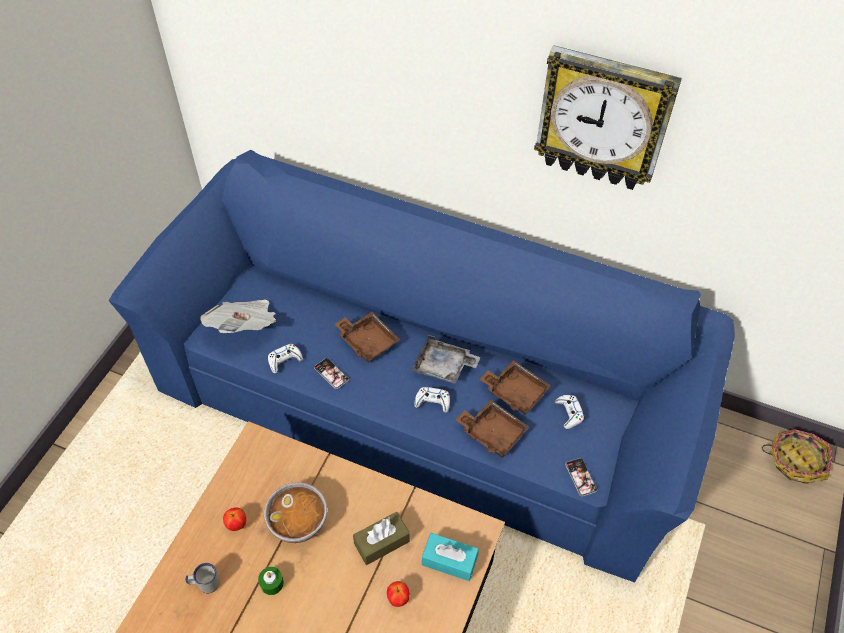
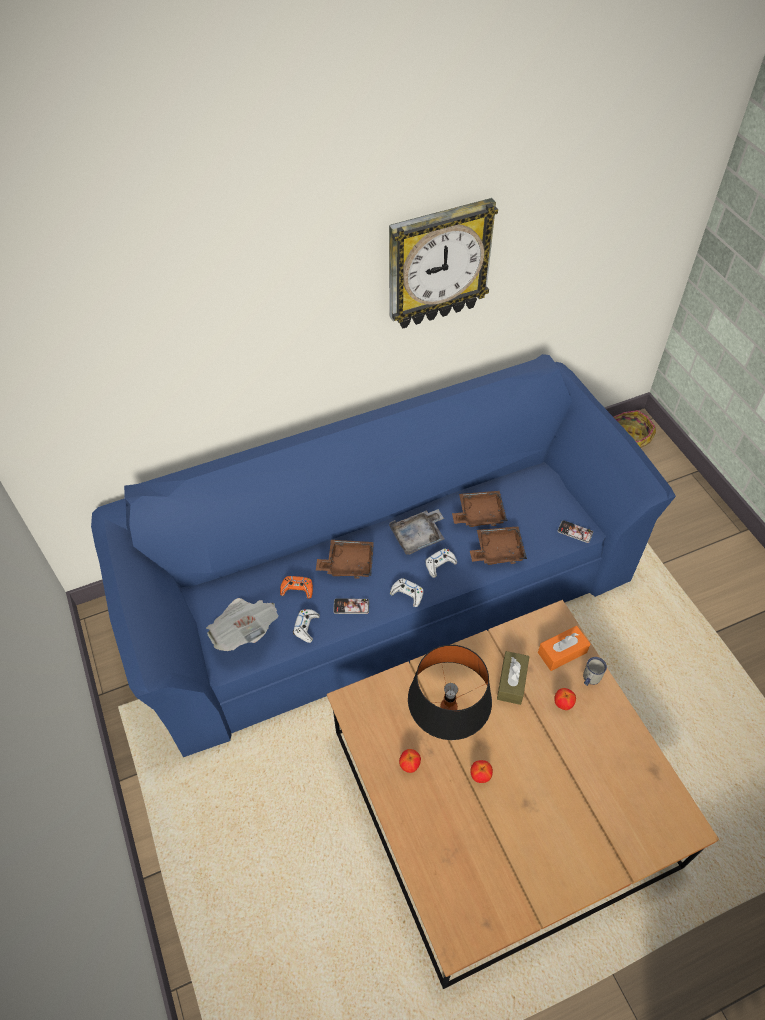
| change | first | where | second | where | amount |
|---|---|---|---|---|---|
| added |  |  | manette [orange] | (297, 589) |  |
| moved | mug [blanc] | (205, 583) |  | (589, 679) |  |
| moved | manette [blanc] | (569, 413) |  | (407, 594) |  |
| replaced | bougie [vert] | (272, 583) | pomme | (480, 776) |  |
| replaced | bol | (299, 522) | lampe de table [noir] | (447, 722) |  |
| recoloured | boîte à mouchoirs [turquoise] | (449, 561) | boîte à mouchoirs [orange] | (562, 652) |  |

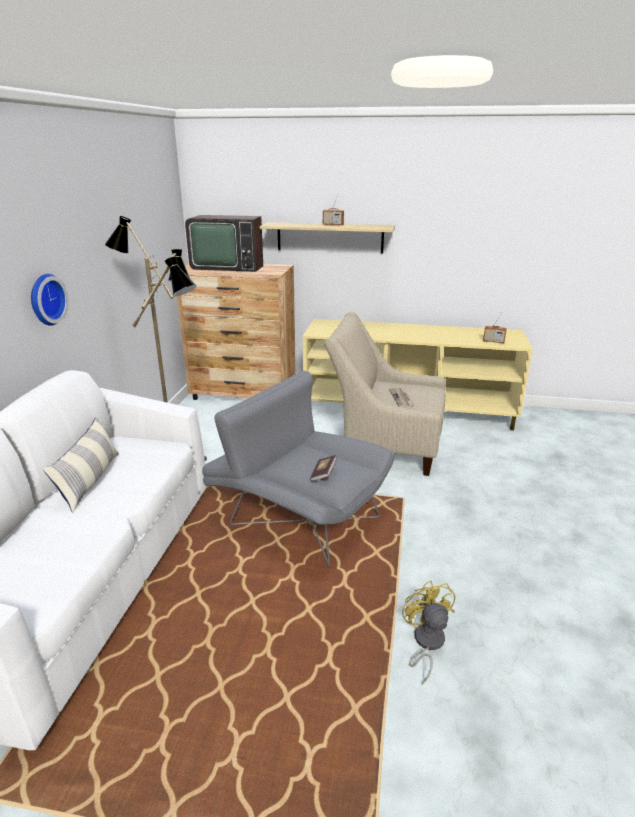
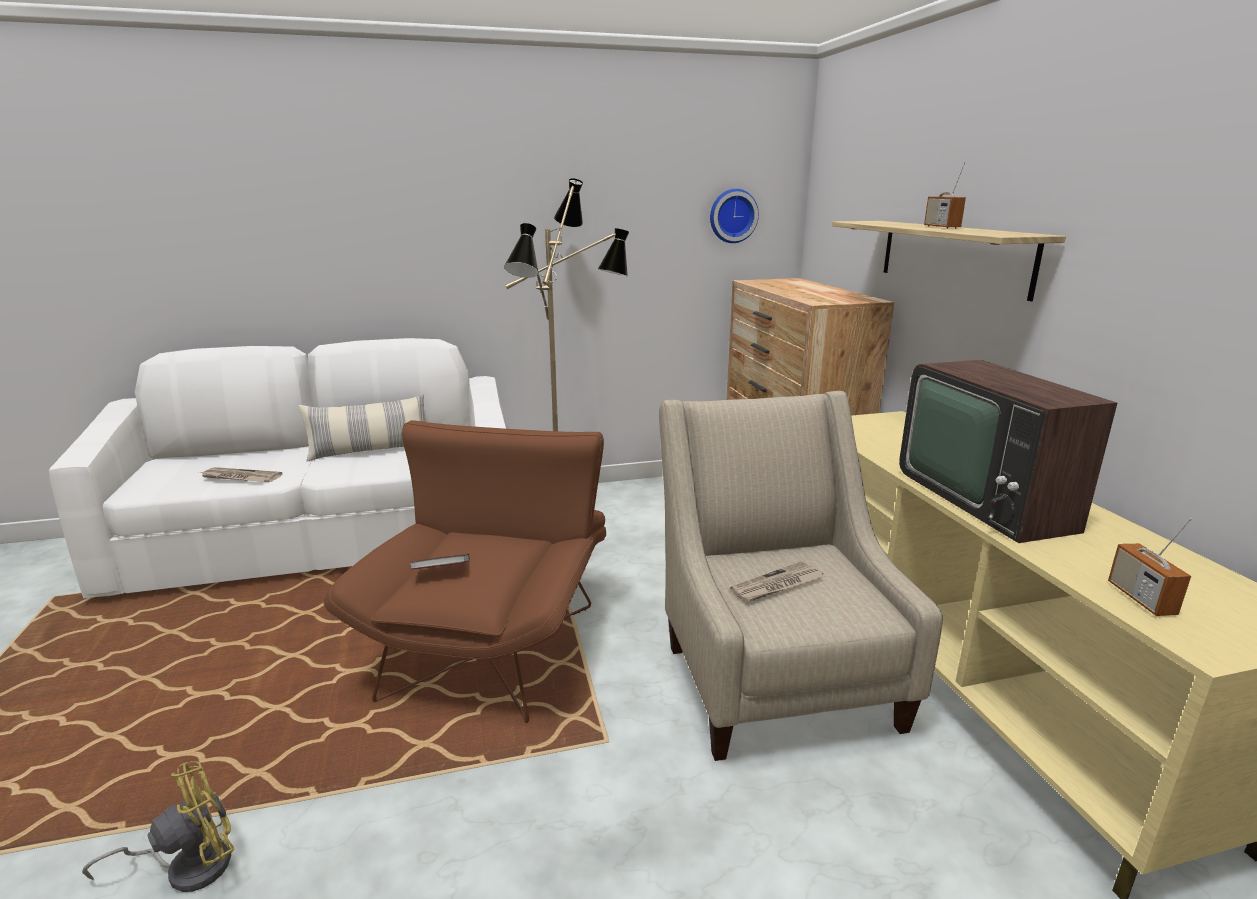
| change | first | where | second | where | amount |
|---|---|---|---|---|---|
| added |  |  | journal | (240, 477) |  |
| moved | horloge murale | (45, 299) |  | (732, 216) |  |
| moved | téléviseur | (227, 266) |  | (990, 496) |  |
| recoloured | fauteuil [gris] | (297, 515) | fauteuil [marron] | (495, 637) |  |

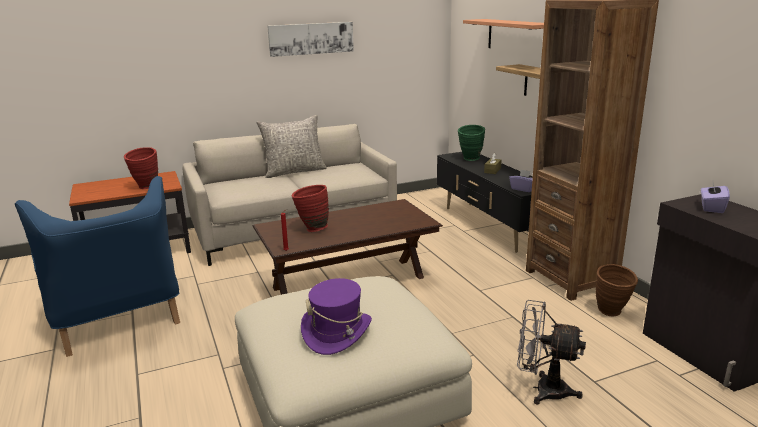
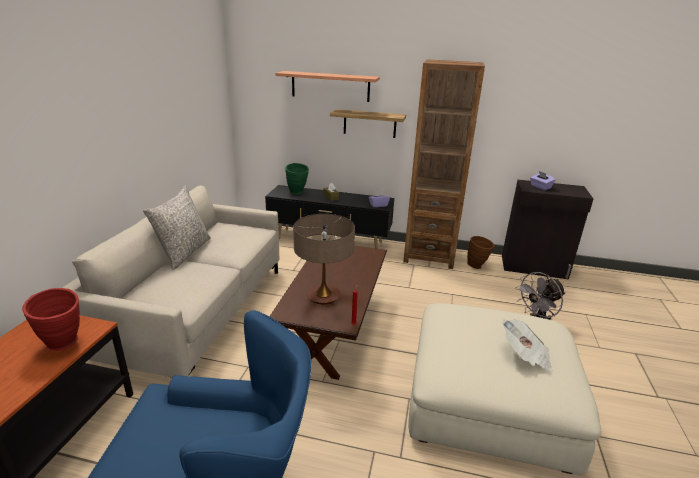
| change | first | where | second | where | amount |
|---|---|---|---|---|---|
| removed | tableau | (311, 38) |  |  |  |
| replaced | vase [rouge] | (311, 229) | lampe de table | (323, 296) |  |
| replaced | chapeau [violet] | (337, 332) | journal | (525, 356) |  |

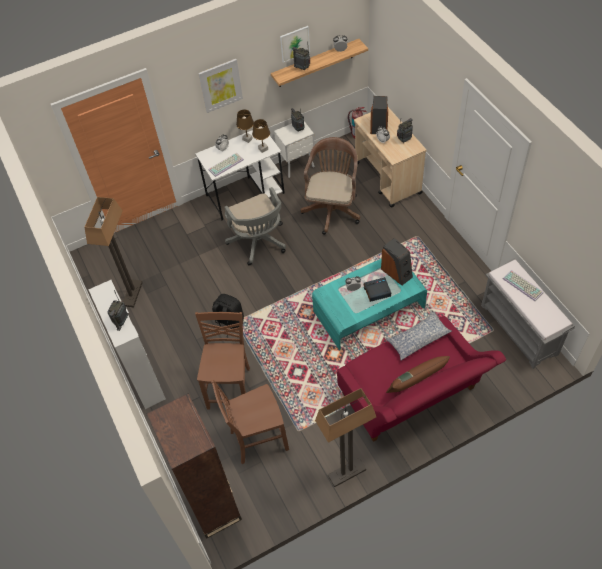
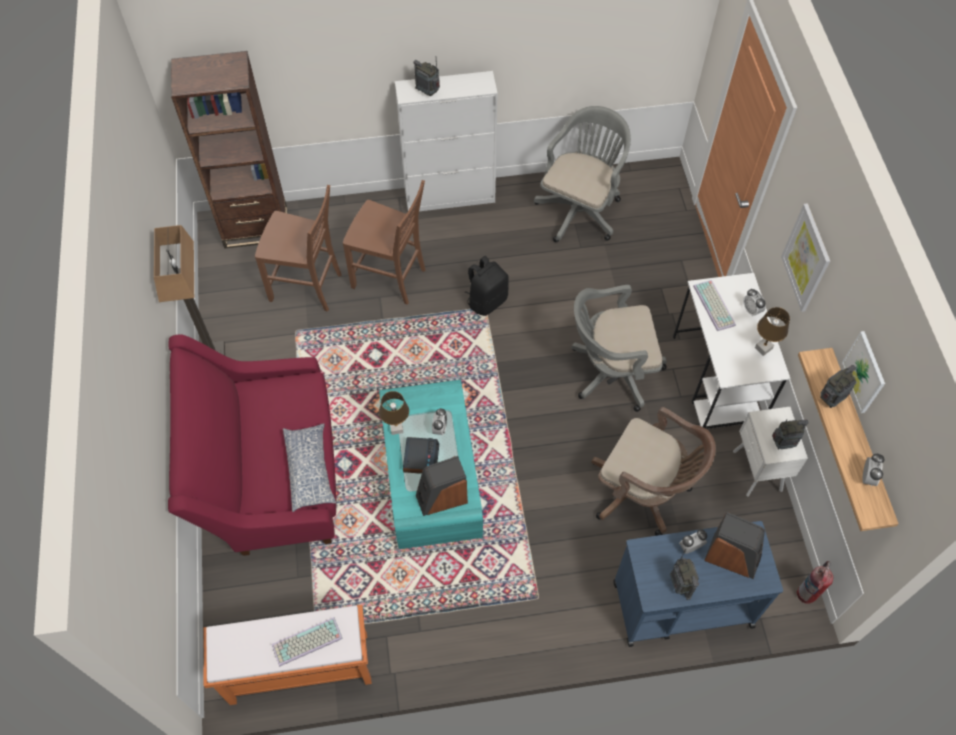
| change | first | where | second | where | amount |
|---|---|---|---|---|---|
| removed | coussin [marron] | (416, 382) |  |  |  |
| moved | lampe de table [marron] | (263, 149) |  | (396, 428) |  |
| replaced | lampadaire | (132, 293) | chaise de bureau [gris] | (580, 209) |  |
| recoloured | chariot [beige] | (388, 179) | chariot [bleu] | (681, 604) |  |
| recoloured | banc [gris] | (520, 330) | banc [orange] | (298, 669) |  |
| turned | chaise [marron] | (257, 440) |  | (307, 287) | 105 degrees clockwise |

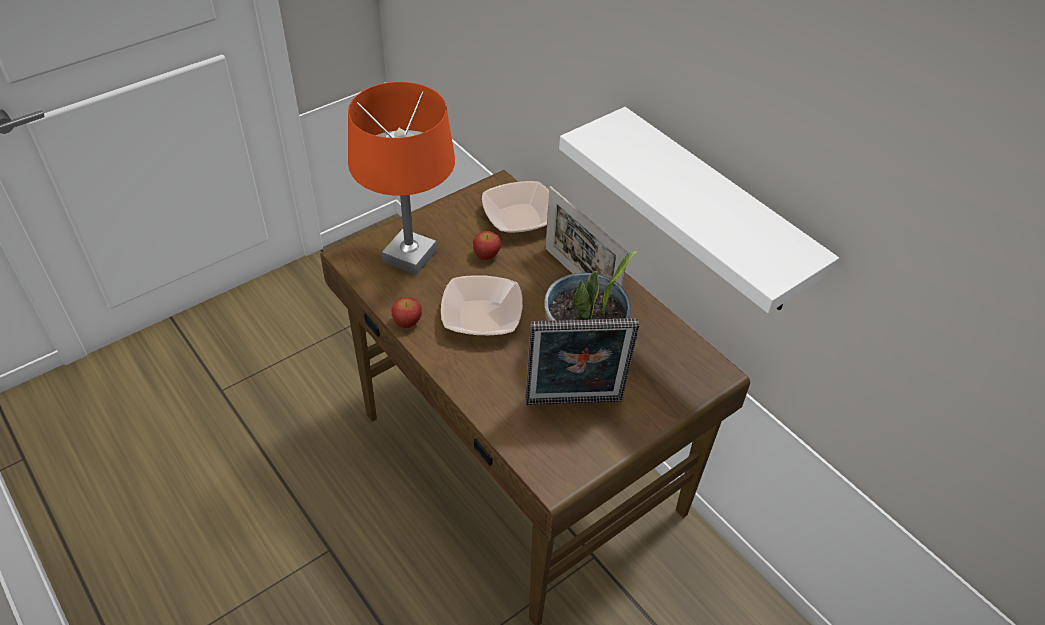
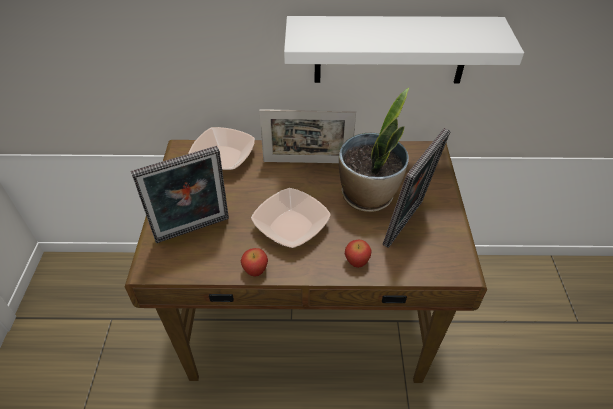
| change | first | where | second | where | amount |
|---|---|---|---|---|---|
| moved | pomme | (486, 255) |  | (357, 261) |  |
| replaced | lampe de table [orange] | (410, 256) | cadre photo | (193, 232) |  |

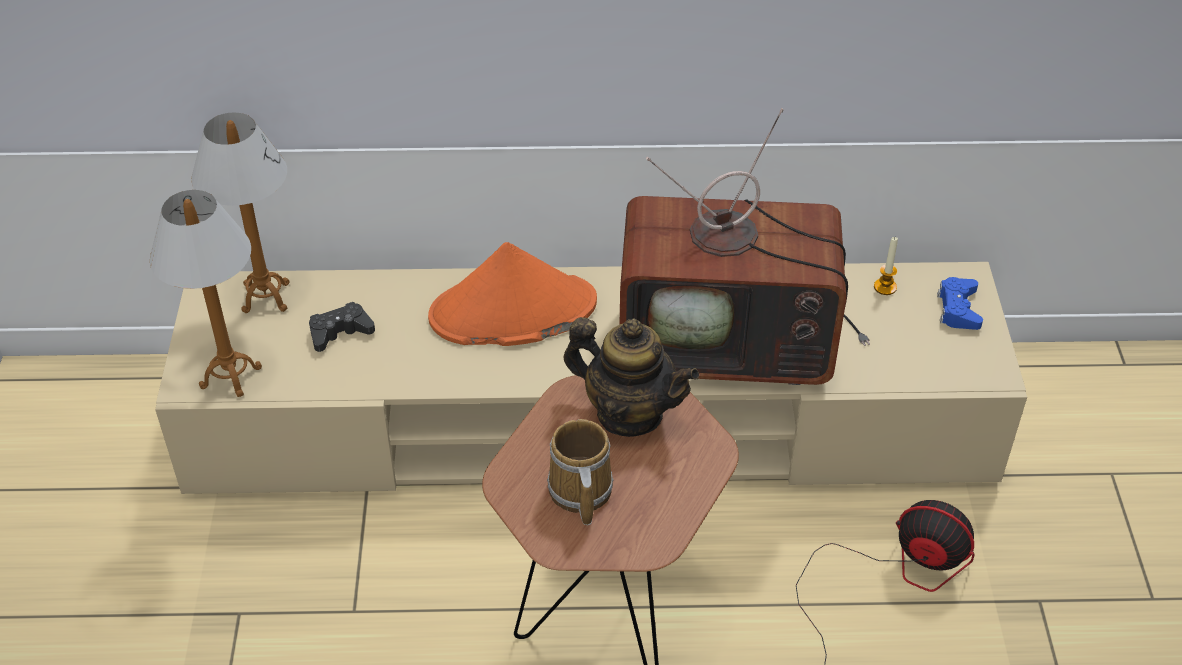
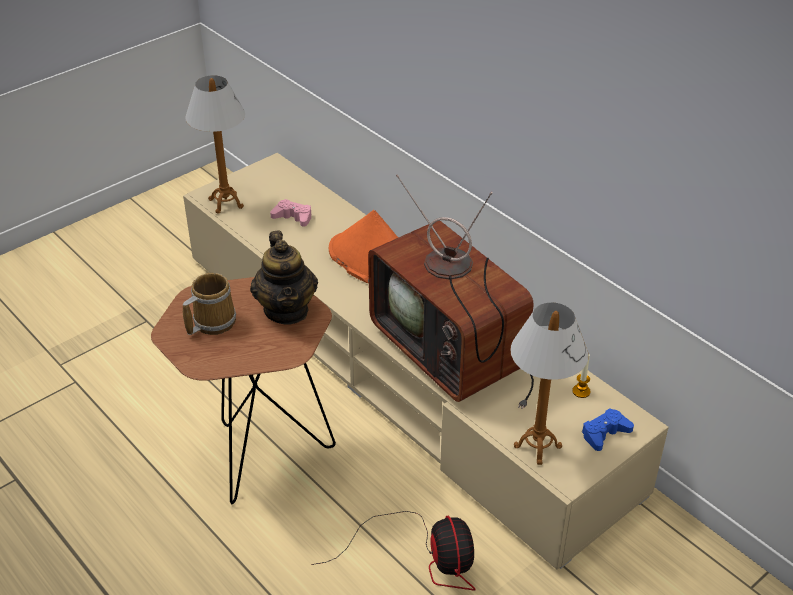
| change | first | where | second | where | amount |
|---|---|---|---|---|---|
| moved | lampe de table | (265, 297) |  | (537, 446) |  |
| recoloured | manette [noir] | (340, 332) | manette [rose] | (293, 217) |  |

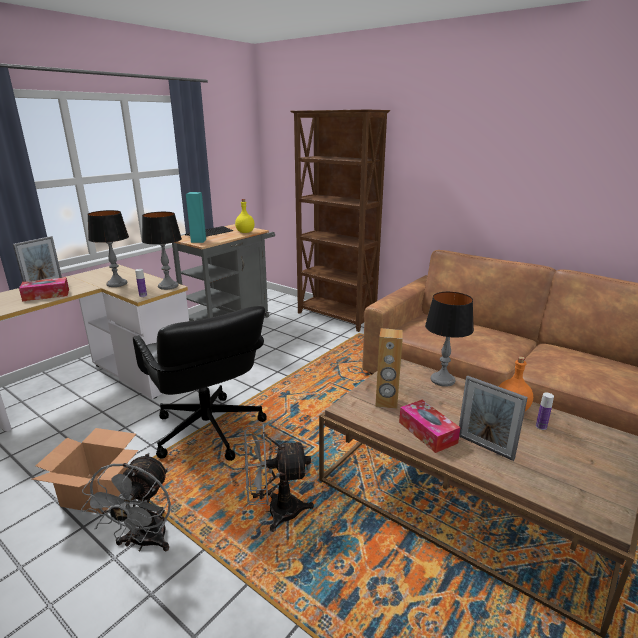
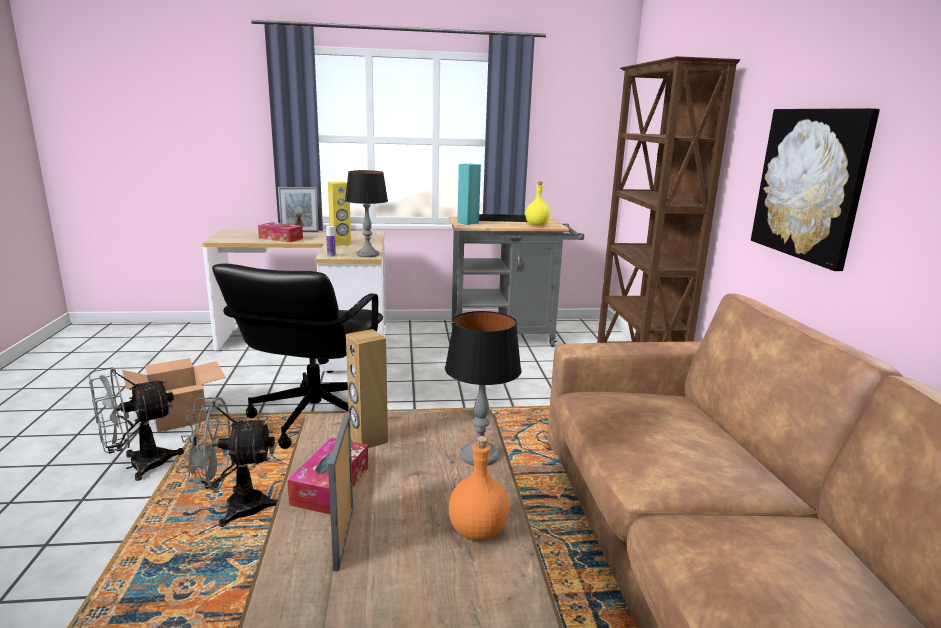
| change | first | where | second | where | amount |
|---|---|---|---|---|---|
| removed | bouteille | (541, 426) |  |  |  |
| added |  |  | tableau | (810, 184) |  |
| replaced | lampe de table | (117, 284) | enceinte [jaune] | (340, 243) |  |
| turned | ventilateur [gris] | (275, 511) |  | (234, 508) | 45 degrees counterclockwise |

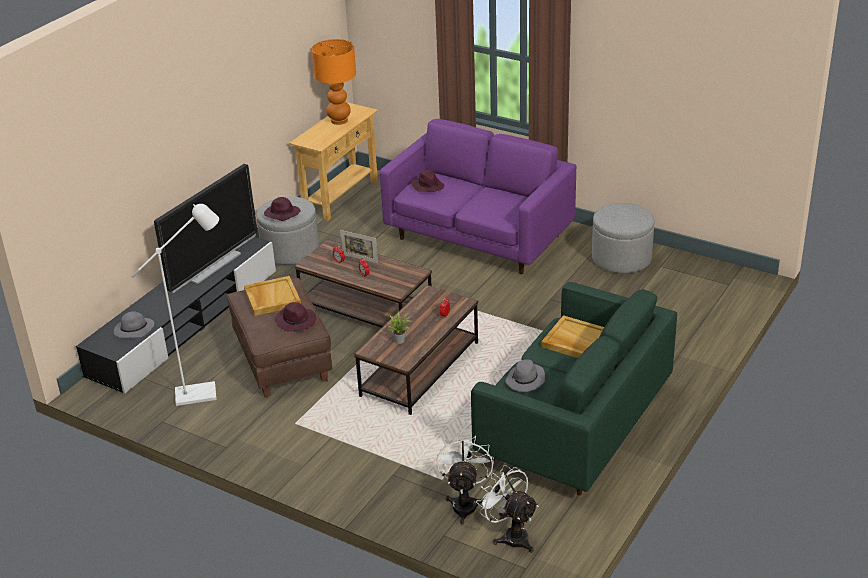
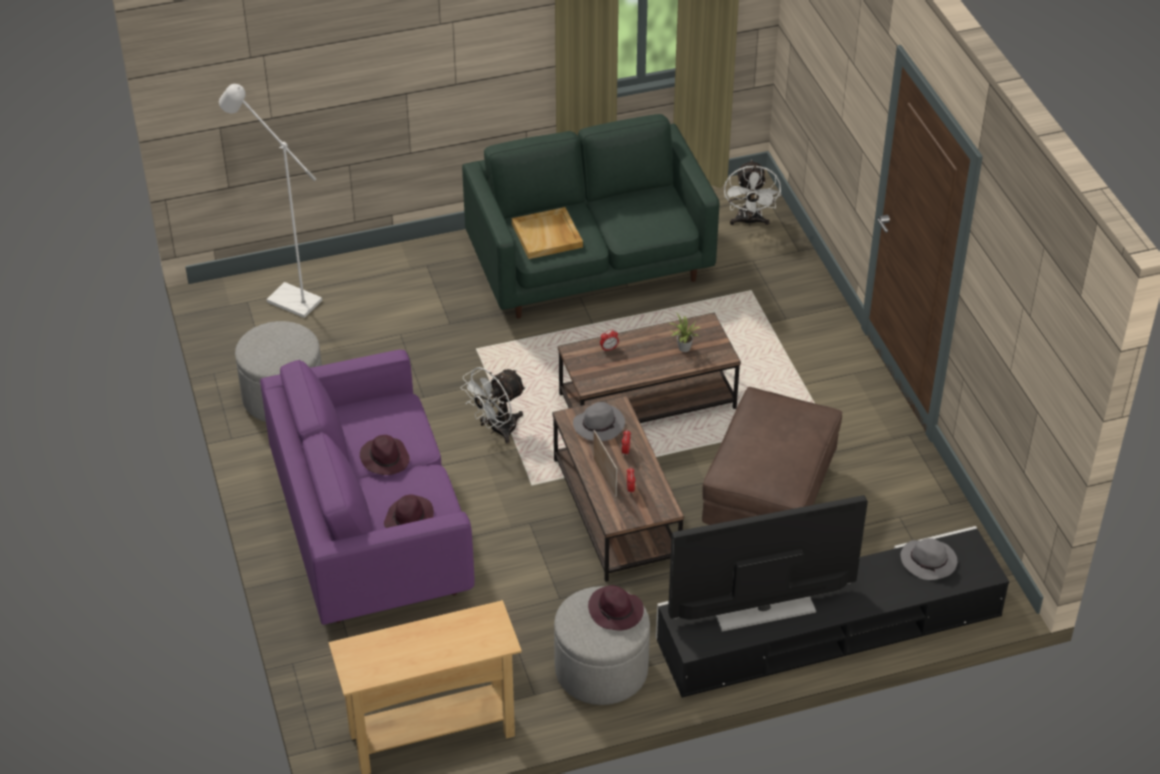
| change | first | where | second | where | amount |
|---|---|---|---|---|---|
| removed | plateau [beige] | (272, 298) |  |  |  |
| removed | lampe de table [orange] | (339, 121) |  |  |  |
| moved | lampadaire [blanc] | (204, 393) |  | (286, 298) |  |
| moved | chapeau [violet] | (296, 321) |  | (384, 458) |  |
| moved | ventilateur [blanc] | (465, 503) |  | (497, 430) |  |
| moved | chapeau [gris] | (525, 380) |  | (599, 425) |  |

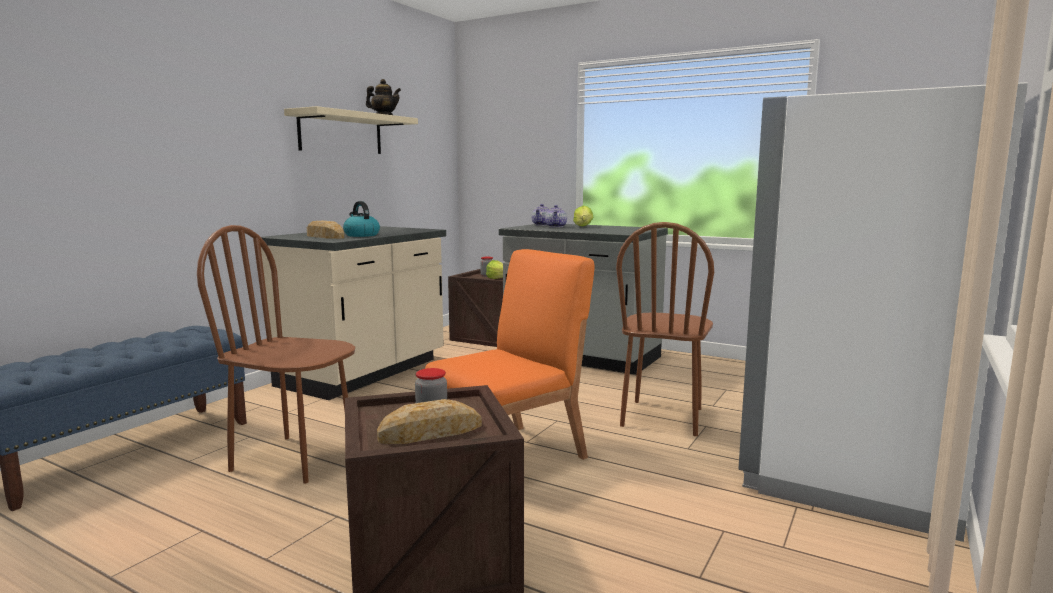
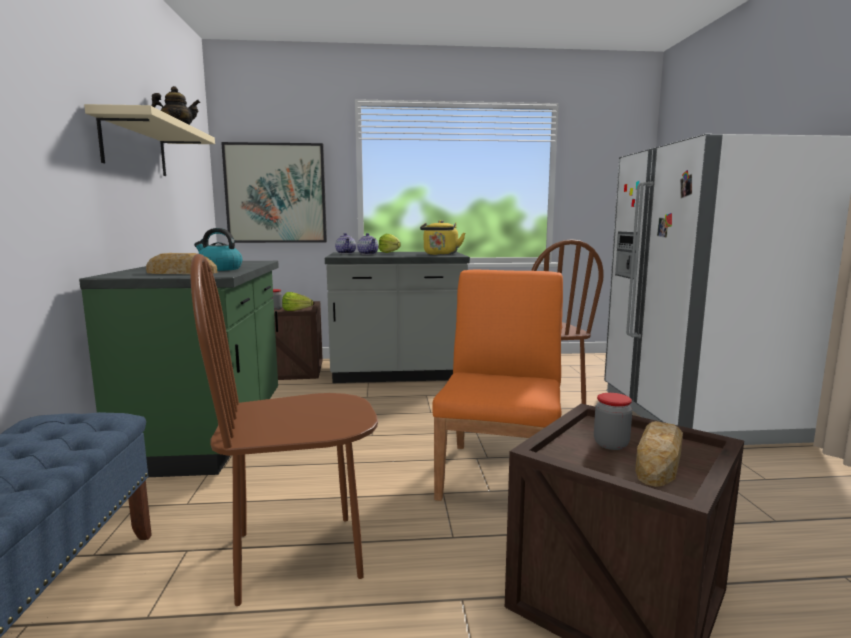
| change | first | where | second | where | amount |
|---|---|---|---|---|---|
| added |  |  | tableau | (276, 193) |  |
| added |  |  | bouilloire [jaune] | (440, 254) |  |
| recoloured | comptoir de cuisine [beige] | (365, 373) | comptoir de cuisine [vert] | (211, 434) |  |

